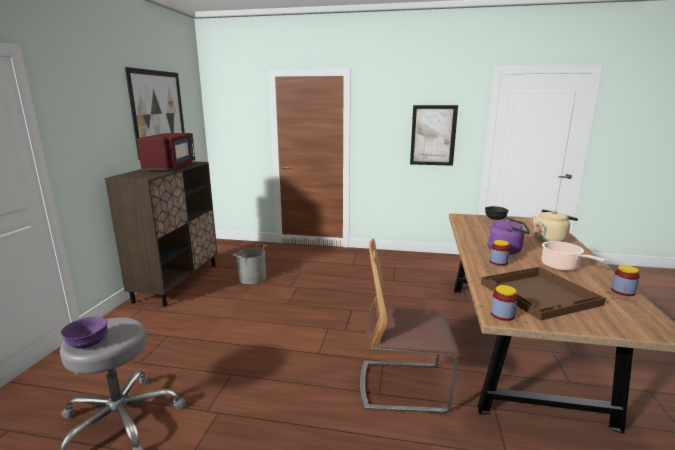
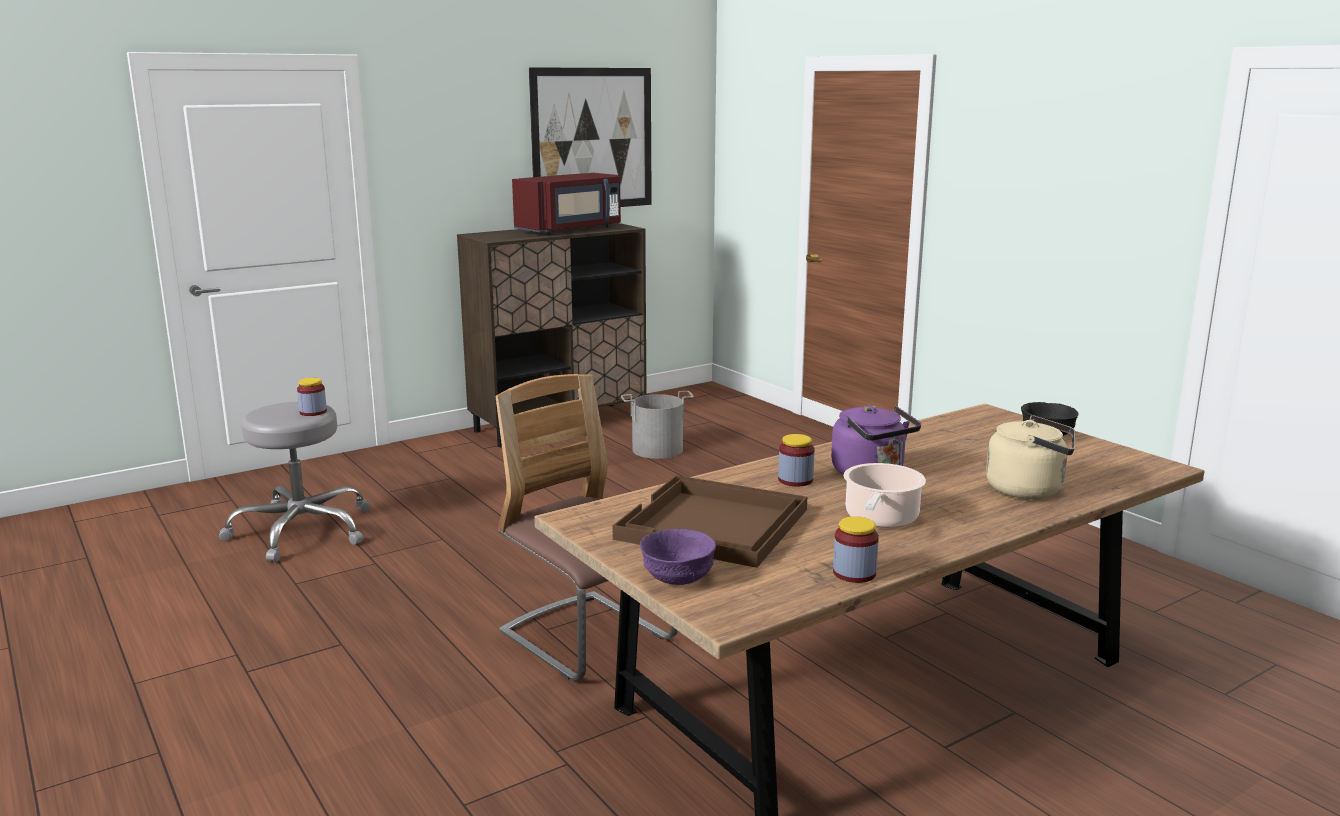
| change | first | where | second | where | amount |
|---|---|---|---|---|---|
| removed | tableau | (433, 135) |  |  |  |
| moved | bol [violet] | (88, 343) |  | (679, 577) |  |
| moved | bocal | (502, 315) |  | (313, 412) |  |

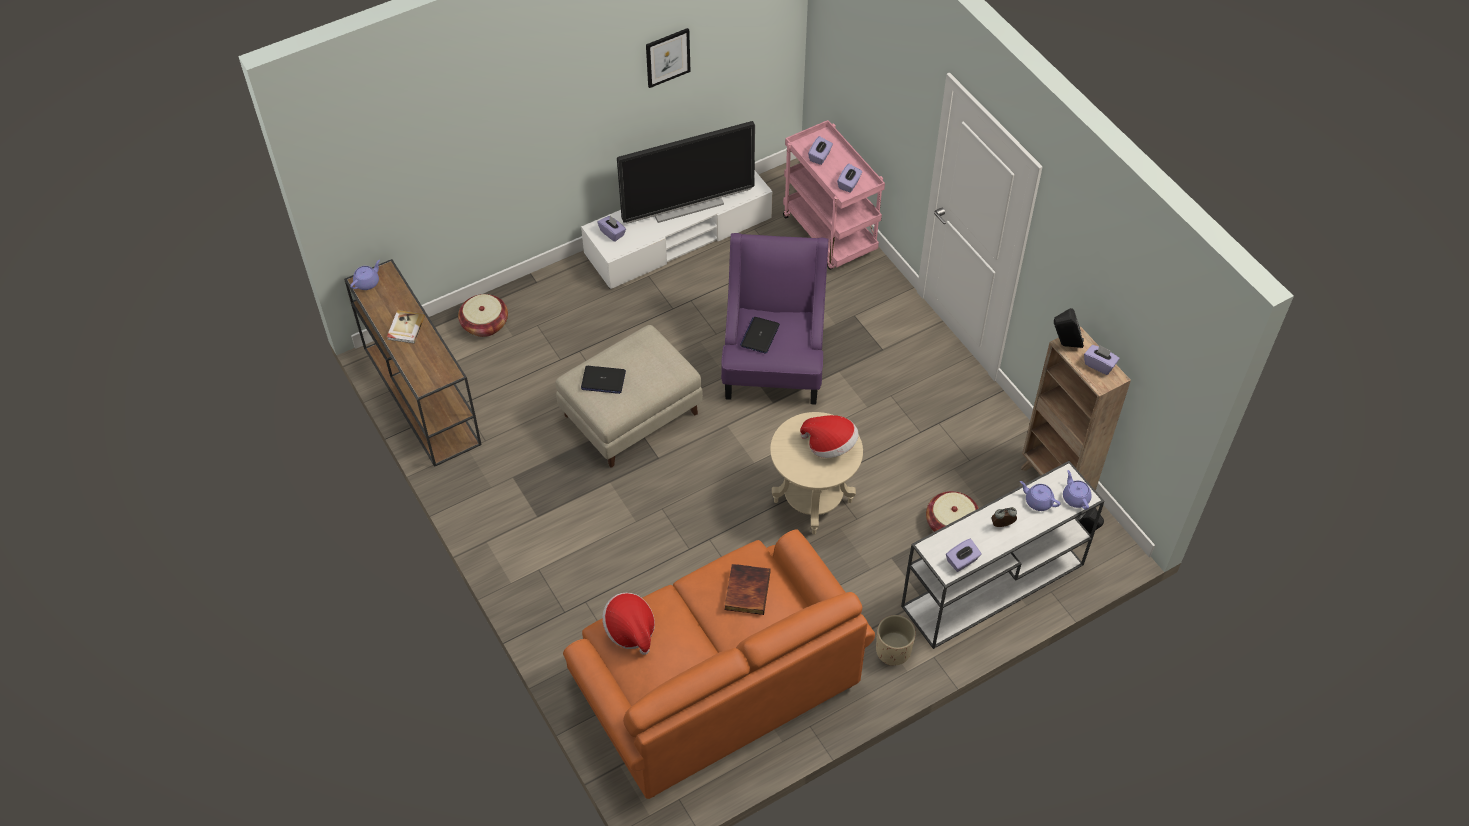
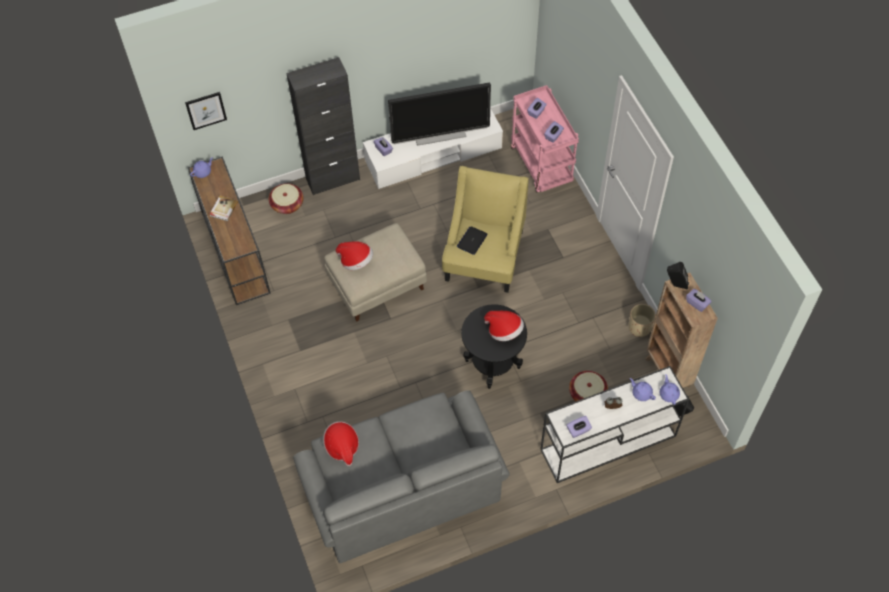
| change | first | where | second | where | amount |
|---|---|---|---|---|---|
| removed | livre | (746, 590) |  |  |  |
| added |  |  | meuble de rangement [noir] | (333, 179) |  |
| moved | tableau | (667, 57) |  | (206, 110) |  |
| moved | cache-pot [beige] | (893, 651) |  | (639, 327) |  |
| replaced | ordinateur portable | (603, 380) | chapeau | (356, 261) |  |
| recoloured | canapé [orange] | (714, 683) | canapé [gris] | (400, 486) |  |
| recoloured | fauteuil [violet] | (774, 360) | fauteuil [jaune] | (484, 255) |  |
| recoloured | table d'appoint [beige] | (812, 501) | table d'appoint [noir] | (492, 364) |  |

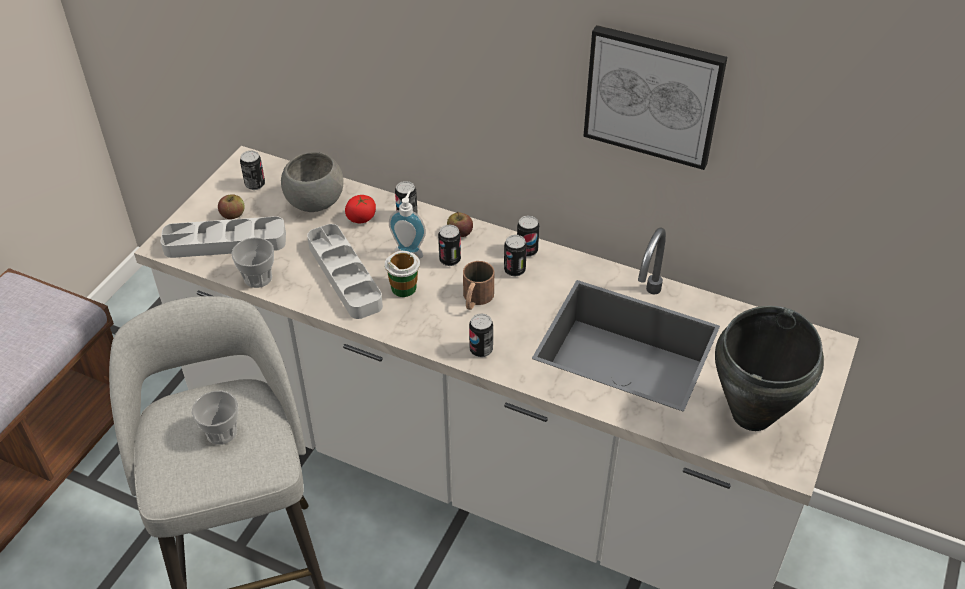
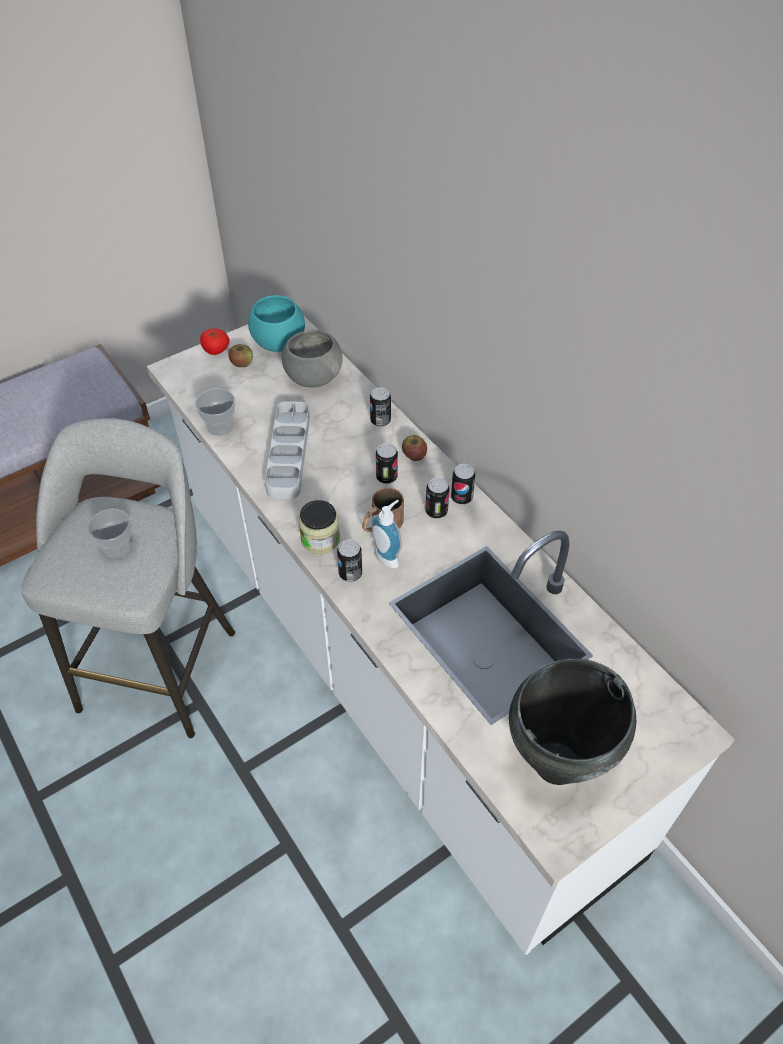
| change | first | where | second | where | amount |
|---|---|---|---|---|---|
| removed | plateau [gris] | (225, 242) |  |  |  |
| removed | tasse | (404, 288) |  |  |  |
| removed | tableau | (653, 95) |  |  |  |
| added |  |  | bocal | (320, 539) |  |
| moved | tomate | (361, 218) |  | (216, 350) |  |
| moved | distributeur de savon | (410, 251) |  | (389, 556) |  |
| replaced | boîte métallique | (255, 184) | bol [turquoise] | (278, 344) |  |

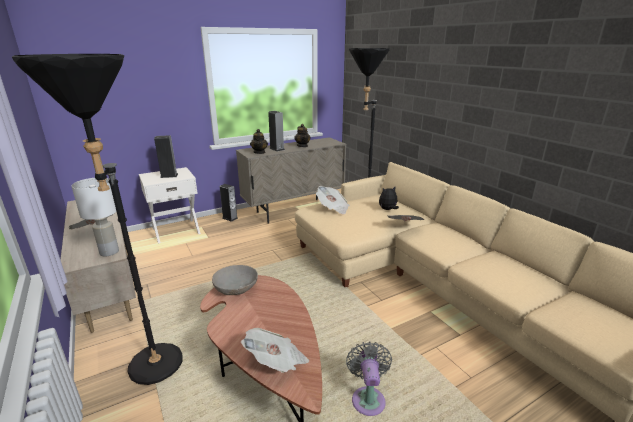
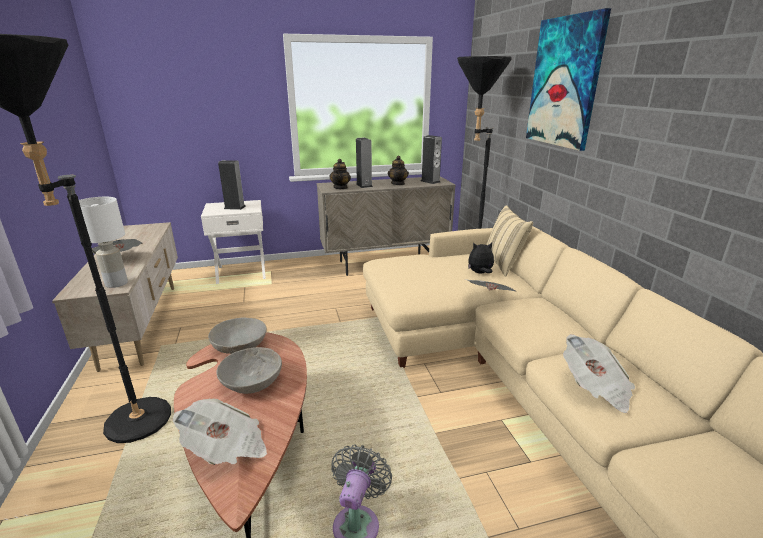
| change | first | where | second | where | amount |
|---|---|---|---|---|---|
| added |  |  | bol [gris] | (251, 381) |  |
| added |  |  | coussin [beige] | (503, 264) |  |
| added |  |  | tableau | (564, 82) |  |
| moved | enceinte | (230, 218) |  | (430, 181) |  |
| moved | journal | (333, 208) |  | (595, 388) |  |

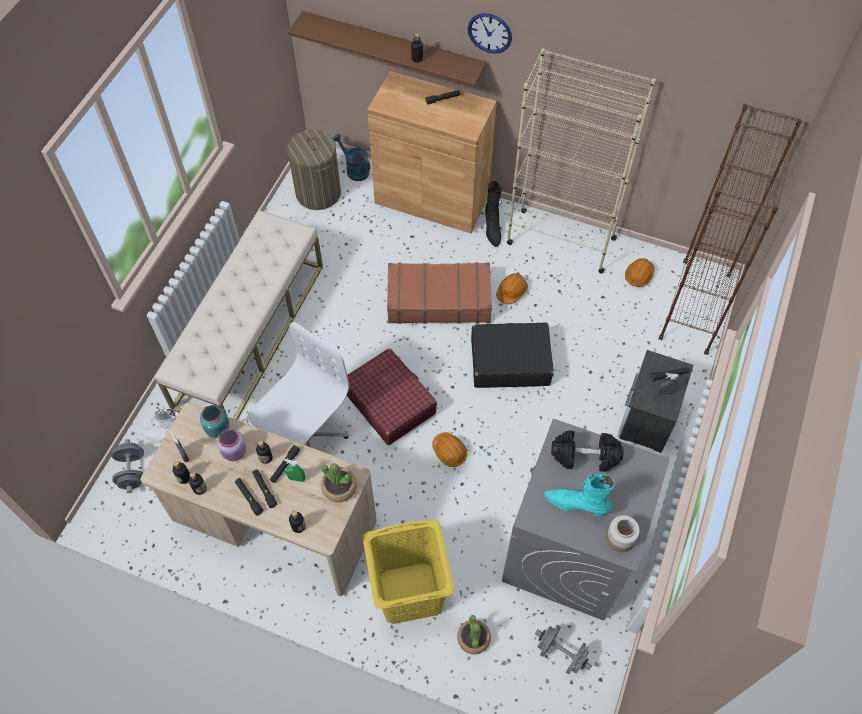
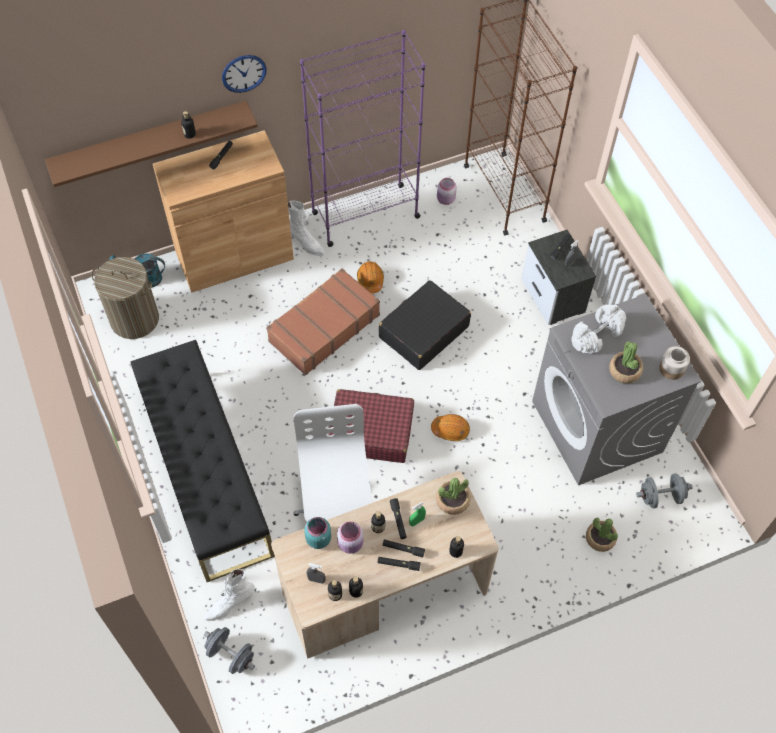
| change | first | where | second | where | amount |
|---|---|---|---|---|---|
| removed | panier à linge [jaune] | (409, 593) |  |  |  |
| replaced | botte [turquoise] | (576, 505) | plante en pot | (624, 371) |  |
| replaced | casque de chantier [orange] | (639, 275) | bocal [rose] | (445, 200) |  |
| recoloured | banc [beige] | (250, 334) | banc [noir] | (205, 472) |  |
| recoloured | botte [noir] | (492, 229) | botte [blanc] | (306, 244) |  |
| recoloured | bibliothèque [beige] | (560, 240) | bibliothèque [violet] | (365, 215) |  |
| recoloured | haltère [noir] | (585, 456) | haltère [blanc] | (596, 335) |  |

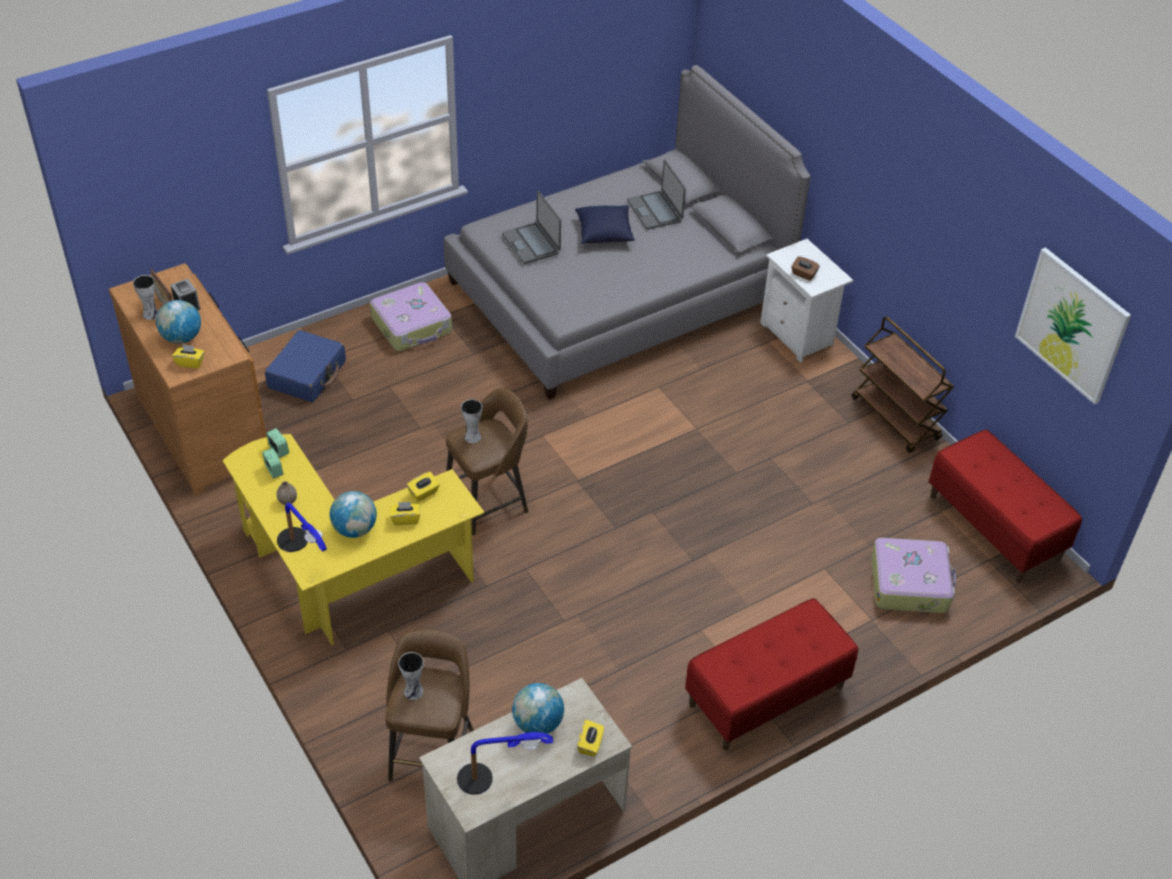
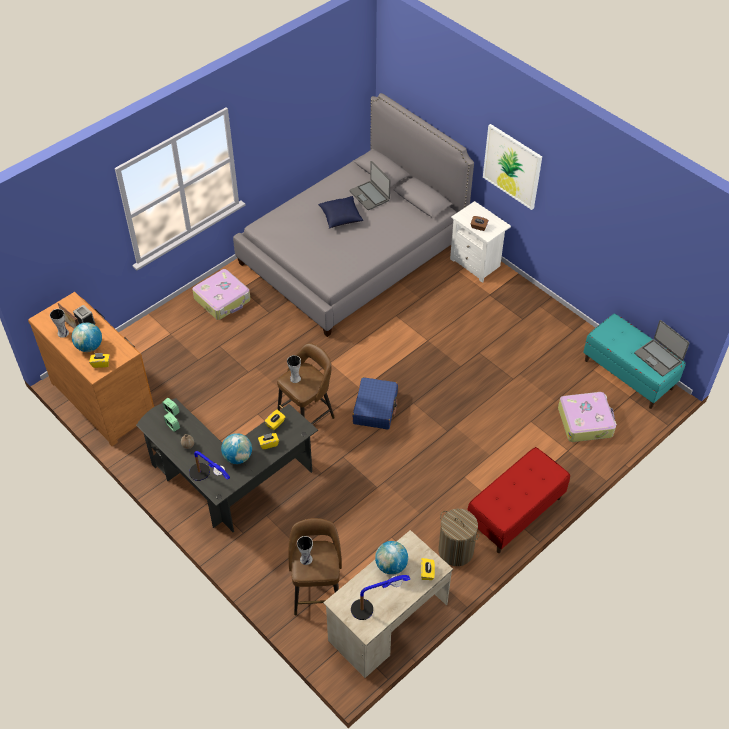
| change | first | where | second | where | amount |
|---|---|---|---|---|---|
| removed | chariot [marron] | (896, 419) |  |  |  |
| added |  |  | panier à linge | (456, 551) |  |
| moved | valise [bleu] | (307, 374) |  | (375, 408) |  |
| moved | ordinateur portable | (531, 244) |  | (658, 357) |  |
| moved | tableau | (1072, 325) |  | (512, 166) |  |
| recoloured | bureau [jaune] | (344, 576) | bureau [noir] | (227, 484) |  |
| recoloured | banc [rouge] | (994, 527) | banc [turquoise] | (628, 374) |  |

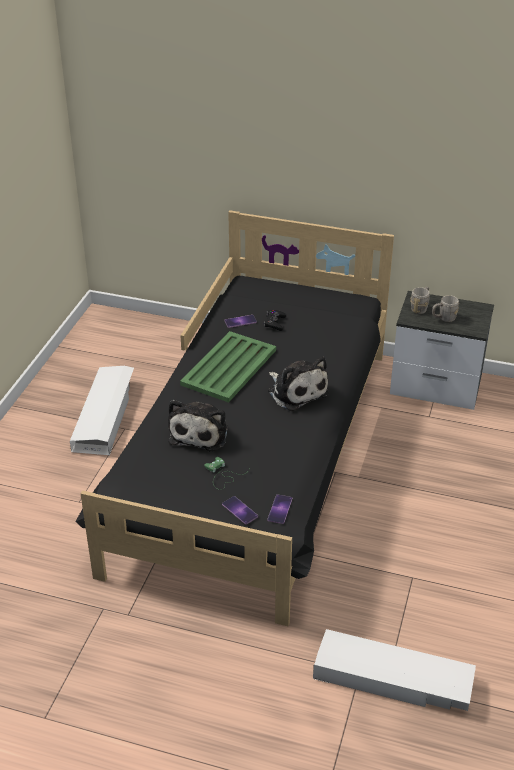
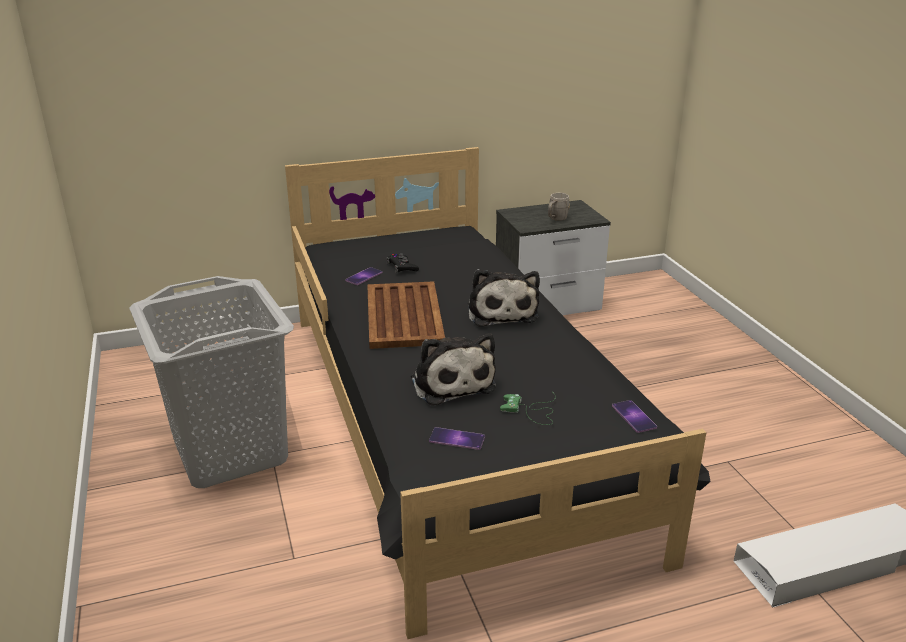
| change | first | where | second | where | amount |
|---|---|---|---|---|---|
| removed | mug [gris] | (420, 308) |  |  |  |
| moved | téléphone | (240, 510) |  | (457, 439) |  |
| replaced | boîte de rangement [blanc] | (105, 415) | panier à linge [gris] | (231, 451) |  |
| recoloured | plateau [vert] | (230, 367) | plateau [marron] | (404, 315) |  |
| turned | peluche | (296, 391) |  | (501, 312) | 60 degrees clockwise |

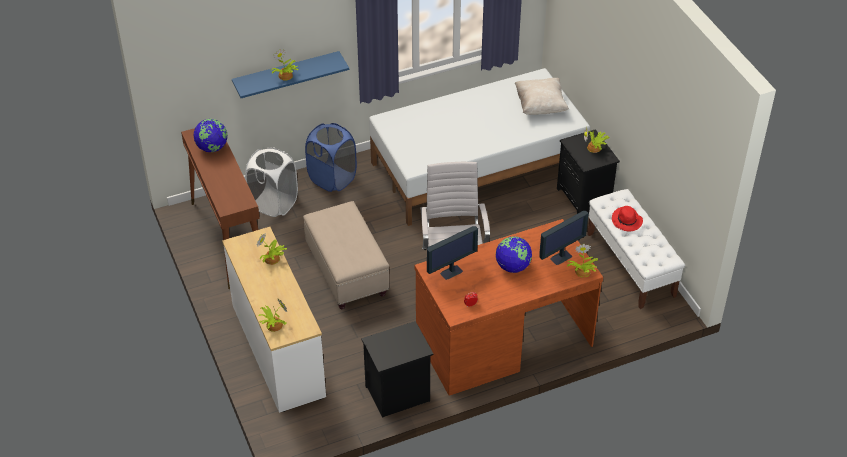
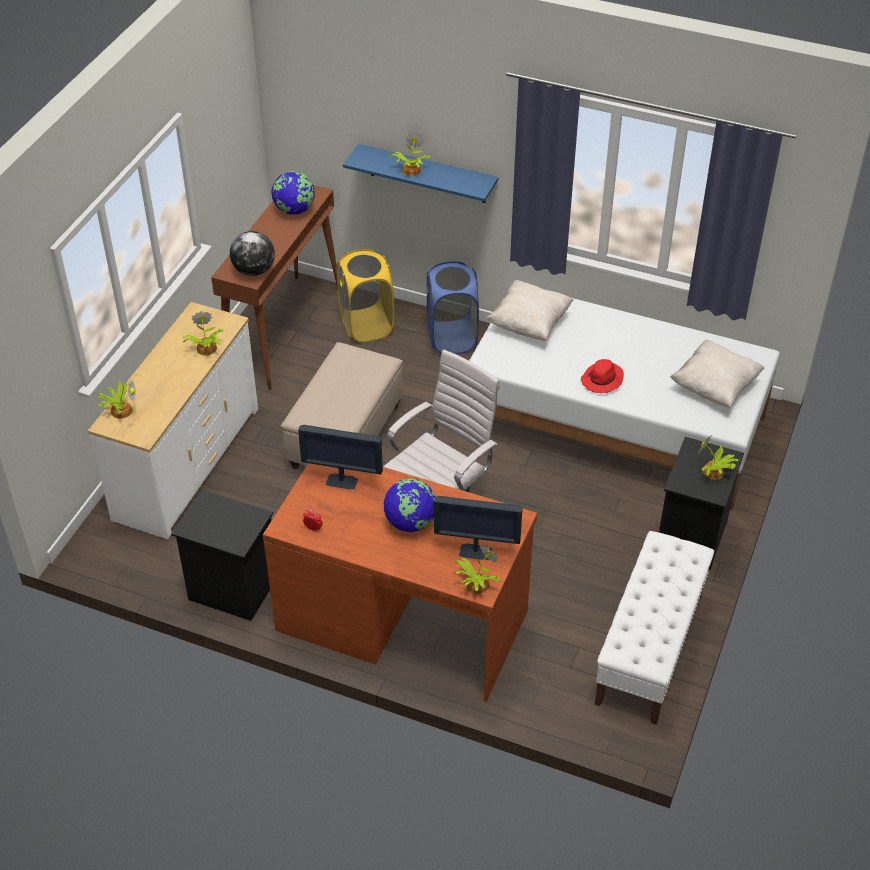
| change | first | where | second | where | amount |
|---|---|---|---|---|---|
| added |  |  | globe | (254, 271) |  |
| added |  |  | coussin [beige] | (529, 324) |  |
| moved | chapeau [rouge] | (627, 221) |  | (602, 380) |  |
| recoloured | panier à linge [blanc] | (273, 203) | panier à linge [jaune] | (366, 325) |  |

